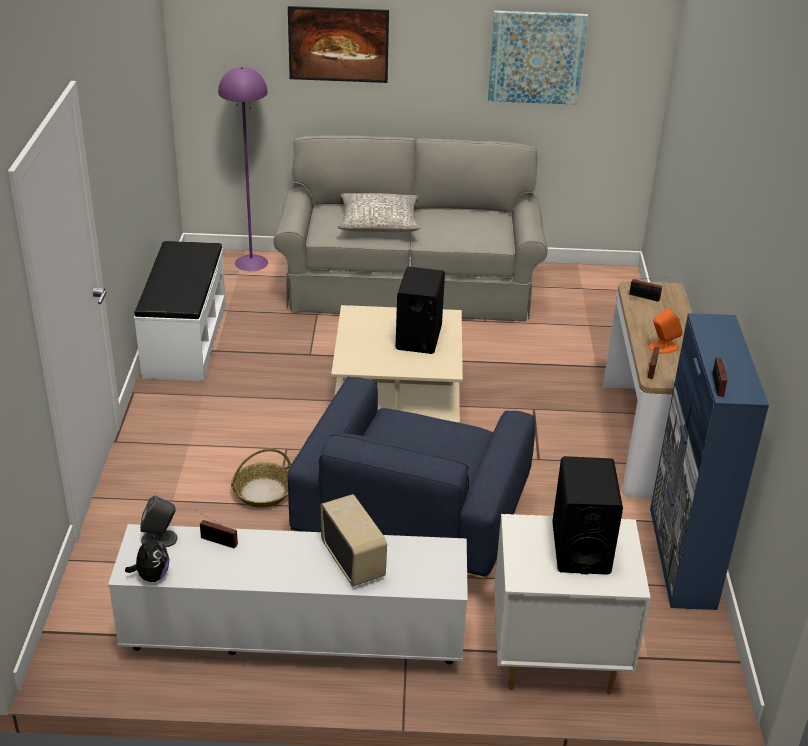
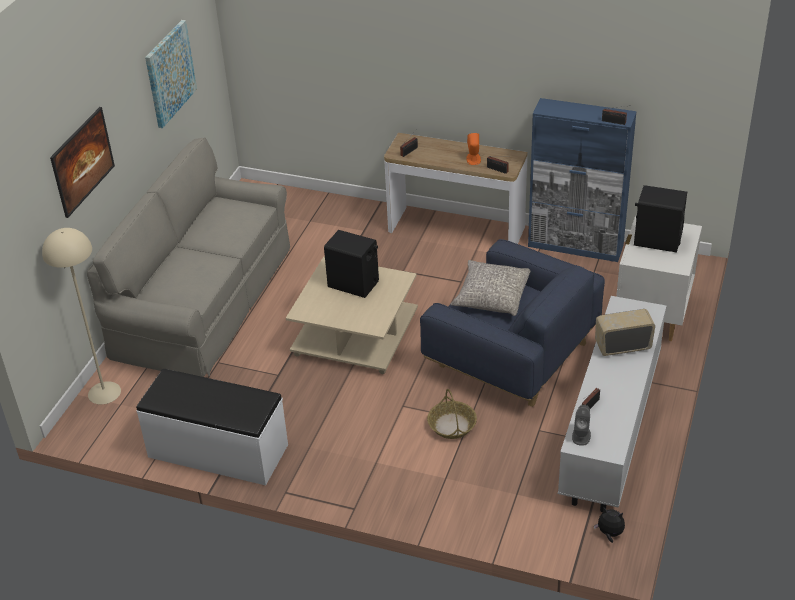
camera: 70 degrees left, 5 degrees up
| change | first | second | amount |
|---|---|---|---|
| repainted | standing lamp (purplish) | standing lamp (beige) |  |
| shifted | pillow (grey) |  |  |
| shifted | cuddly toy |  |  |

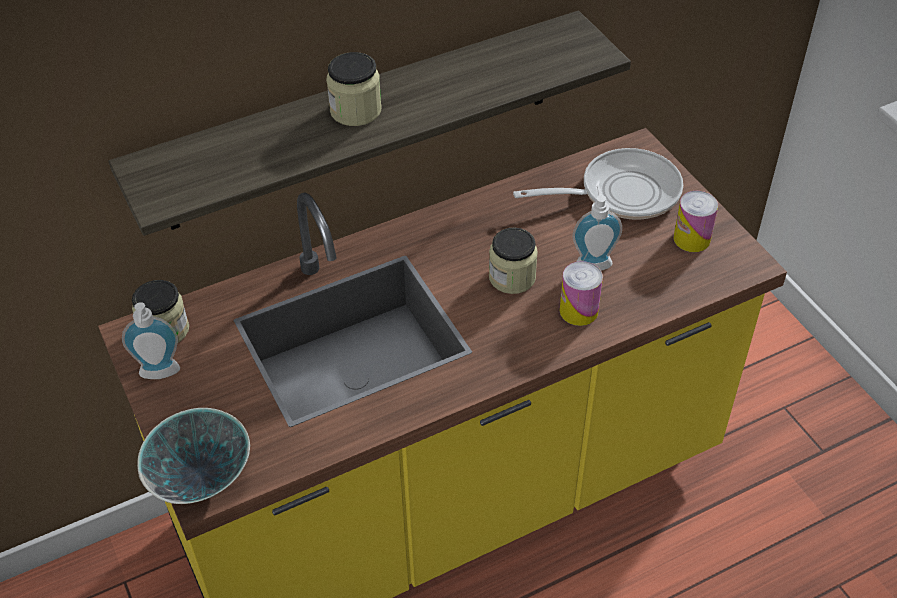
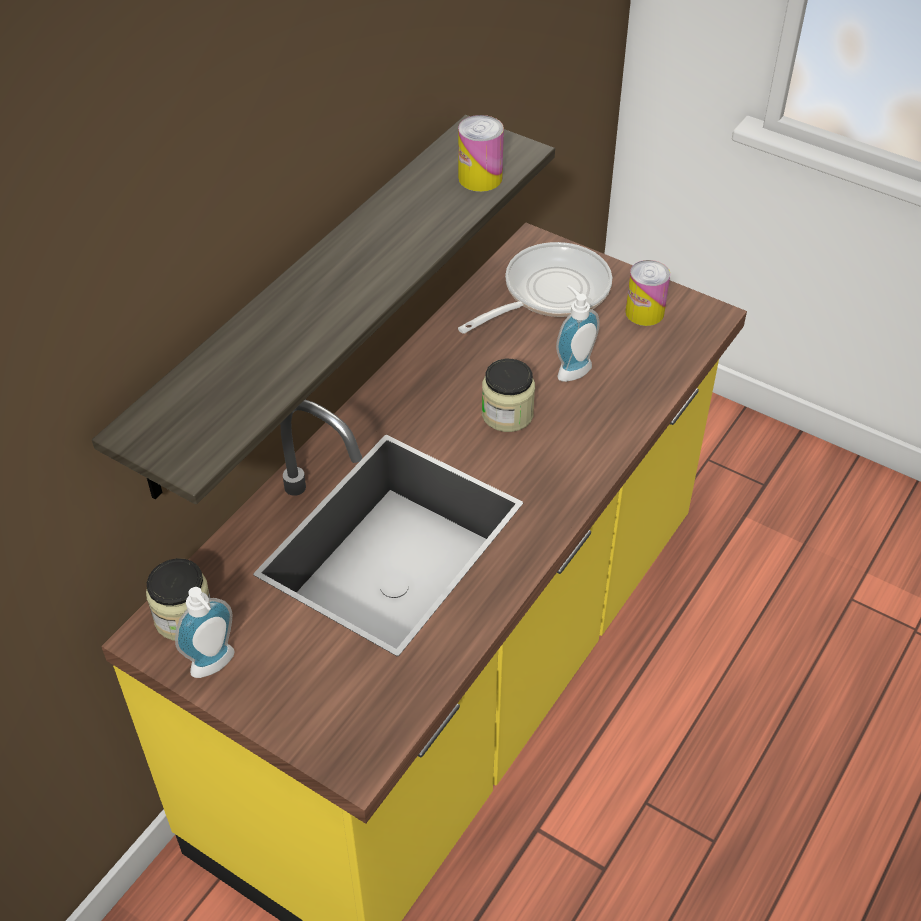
camera: 30 degrees left, 0 degrees up
| change | first | second | amount |
|---|---|---|---|
| gone | jar (no. 2 from left) |  |  |
| shifted | metal can (no. 1 from left) |  |  |
| gone | deep dish |  |  |

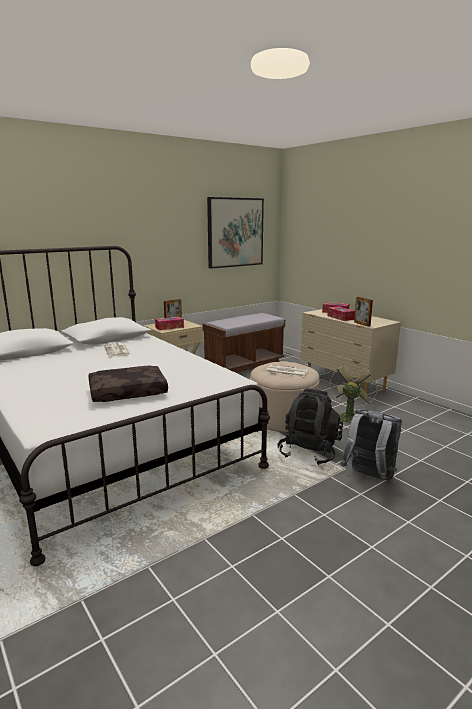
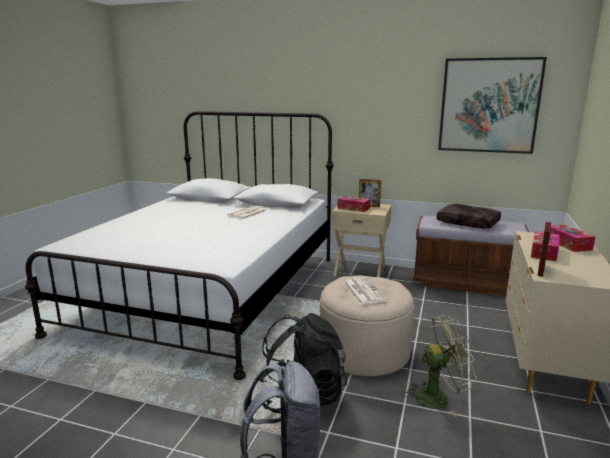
camera: 55 degrees right, 0 degrees up
| change | first | second | amount |
|---|---|---|---|
| shifted | pillow (brown-coloured) |  |  |

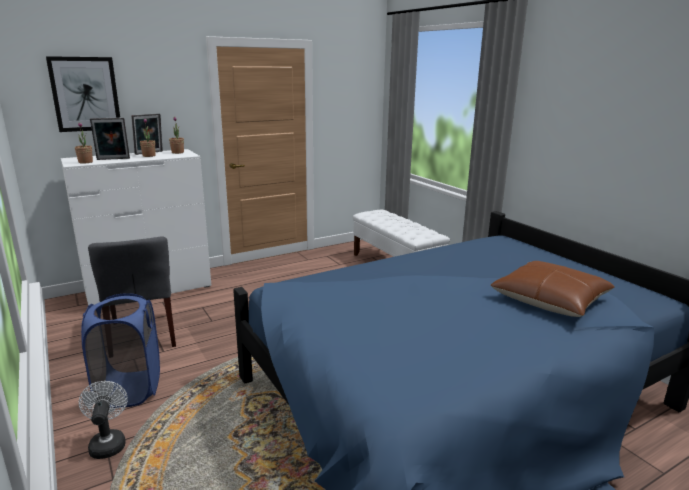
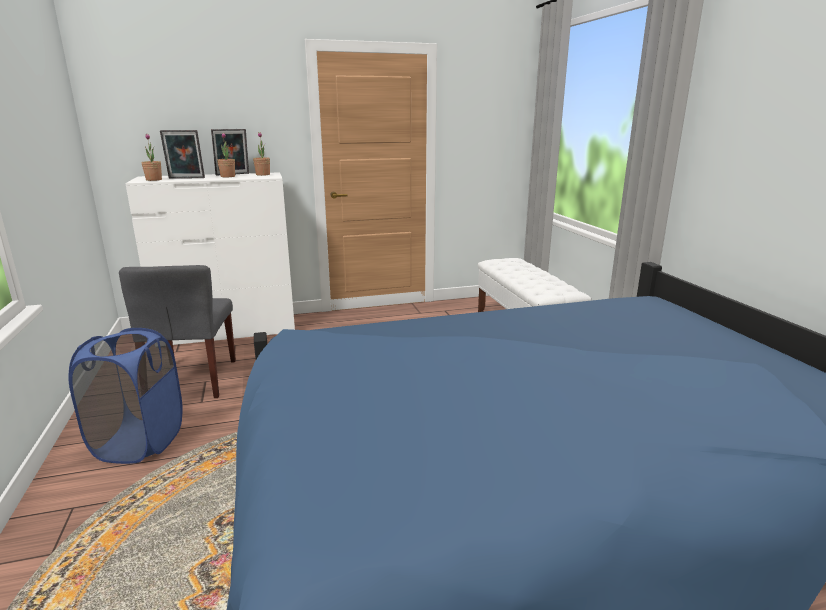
camera: 15 degrees right, 0 degrees up
| change | first | second | amount |
|---|---|---|---|
| gone | wall art |  |  |
| gone | pillow (brown-coloured) |  |  |
| gone | cooling fan (whitish) |  |  |

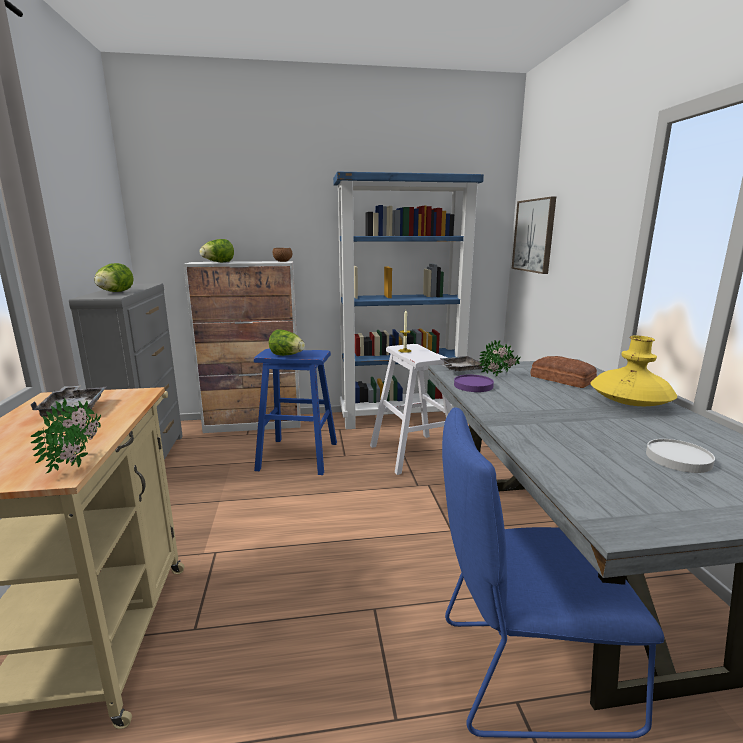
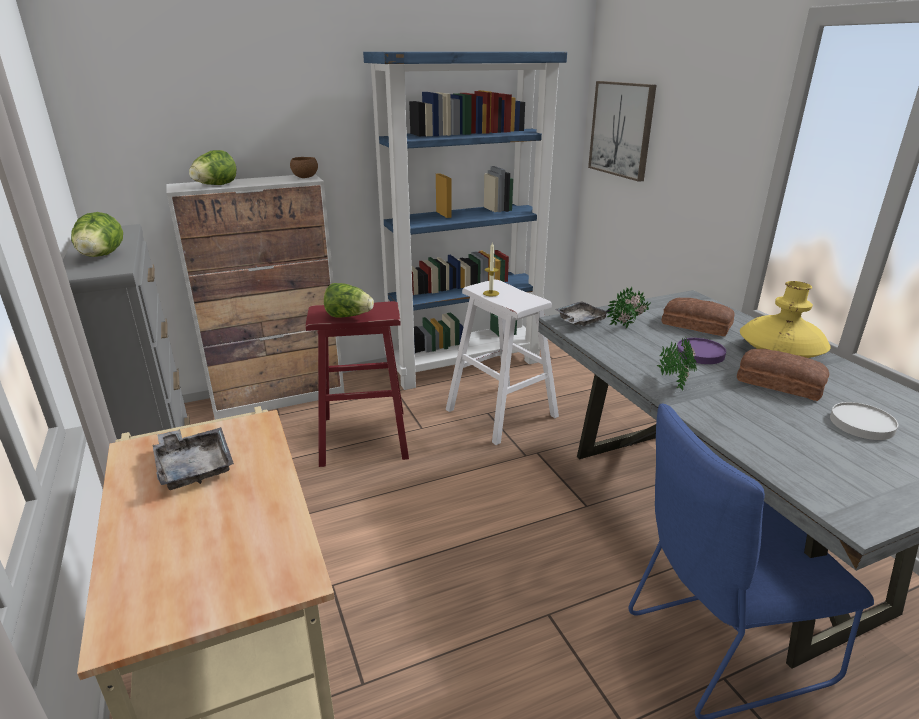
camera: 15 degrees left, 10 degrees up
| change | first | second | amount |
|---|---|---|---|
| repainted | stool (blue-coloured) | stool (red) |  |
| shifted | dinner plate (purplish) |  |  |
| shifted | houseplant (no. 1 from left in the first image) | houseplant (no. 2 from left) |  |
| new |  | bread (no. 2 from left) |  |

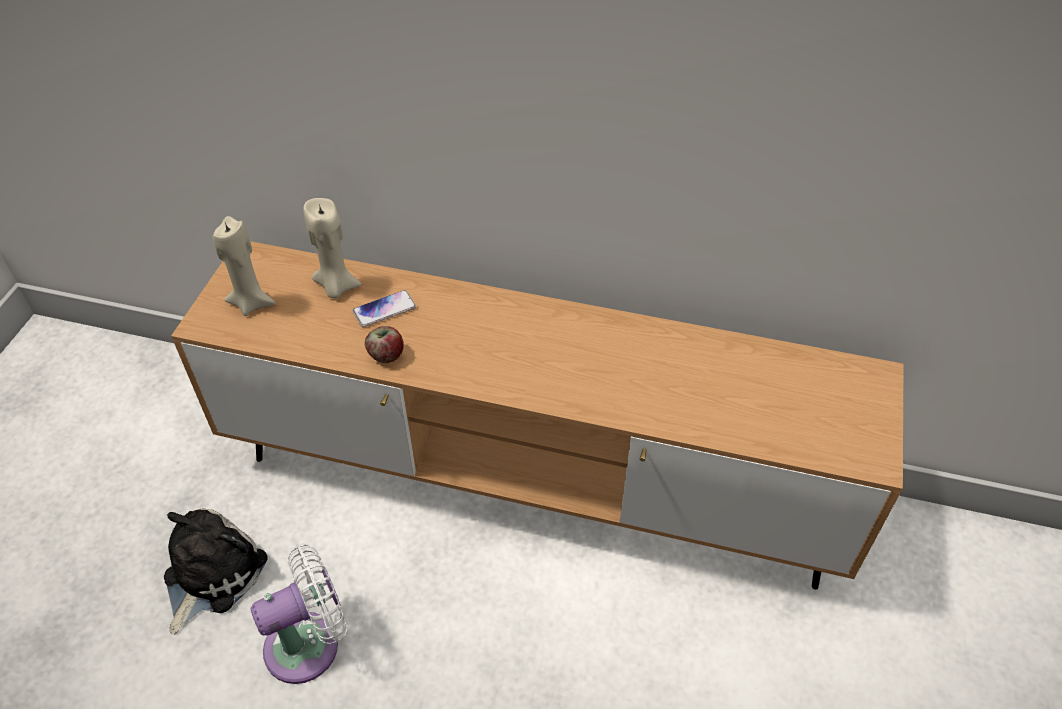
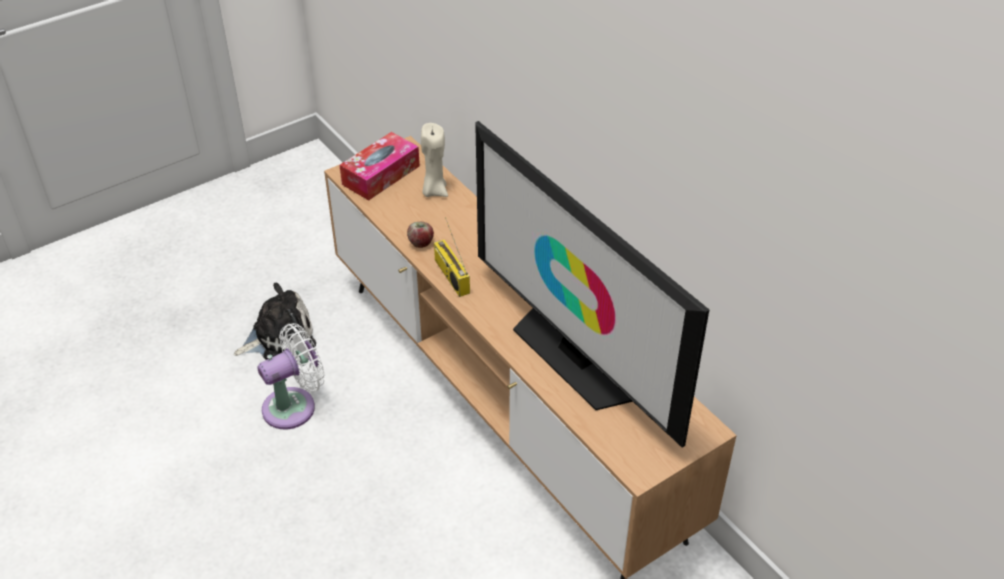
camera: 40 degrees right, 5 degrees down
| change | first | second | amount |
|---|---|---|---|
| swapped | wax candle (beige) (no. 1 from left) | tissue box |  |
| gone | phone |  |  |
| rotated | cooling fan (whitish) |  | 45 degrees counterclockwise |
| new |  | TV set |  |
| new |  | radio receiver |  |

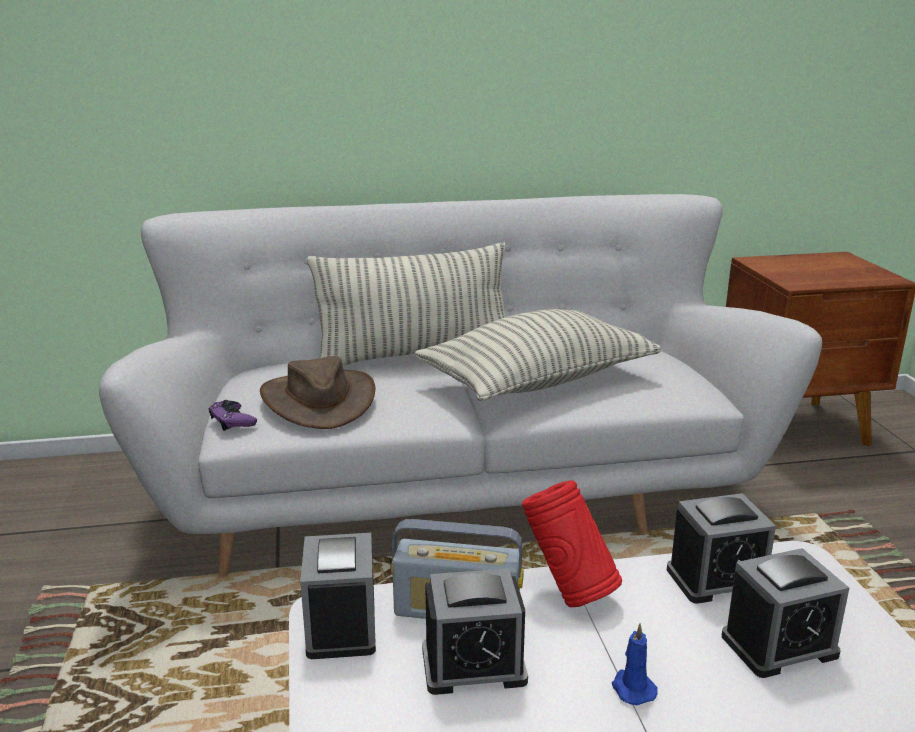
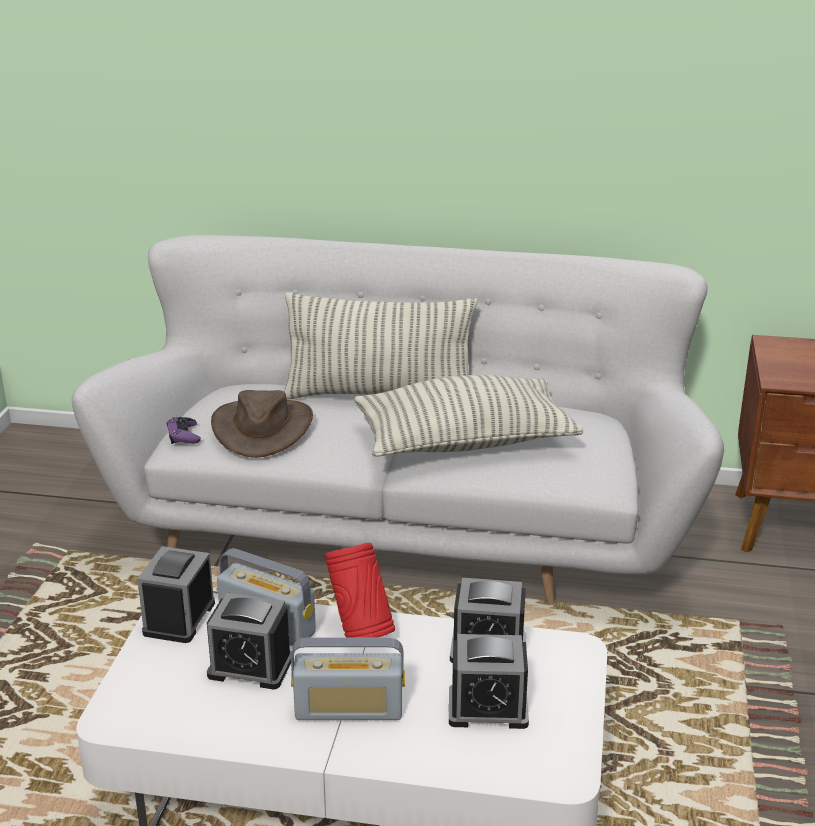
camera: 20 degrees right, 5 degrees up
| change | first | second | amount |
|---|---|---|---|
| swapped | wax candle (blue-coloured) | radio receiver (no. 2 from left) |  |

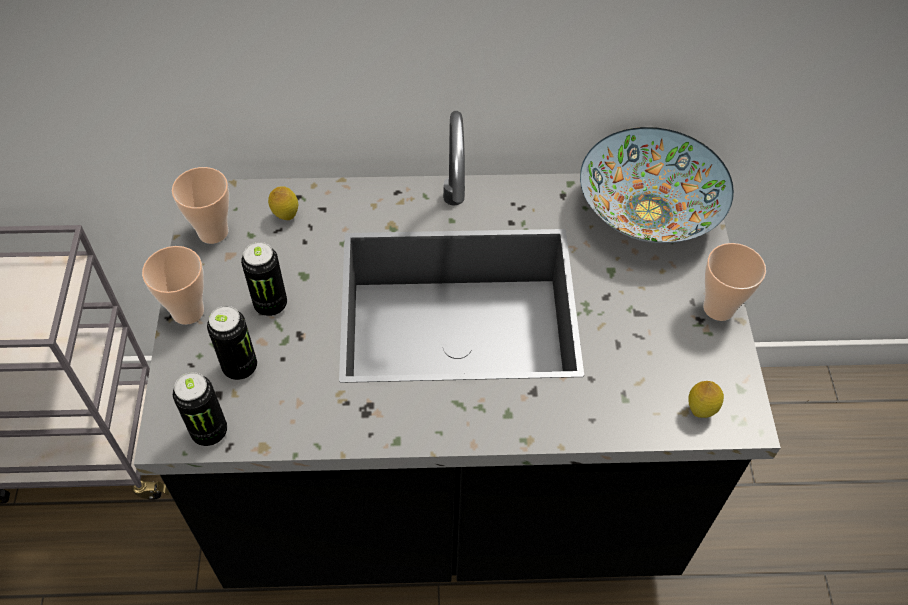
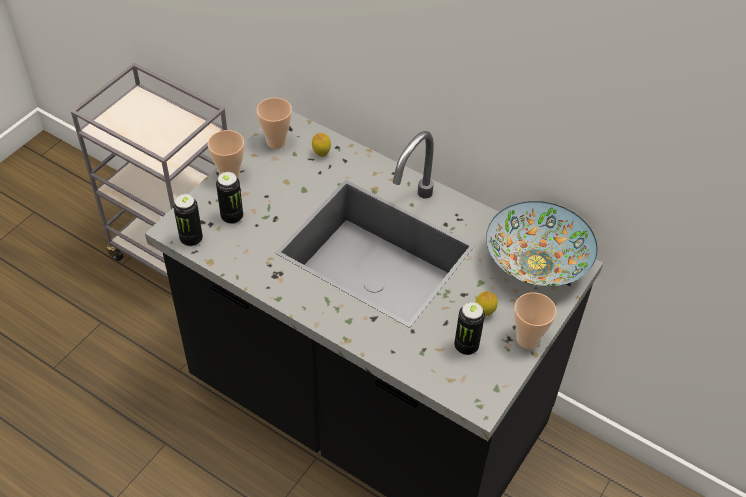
camera: 35 degrees right, 5 degrees down
| change | first | second | amount |
|---|---|---|---|
| shifted | metal can (no. 3 from left) |  |  |
| shifted | lemon (no. 2 from left) |  |  |

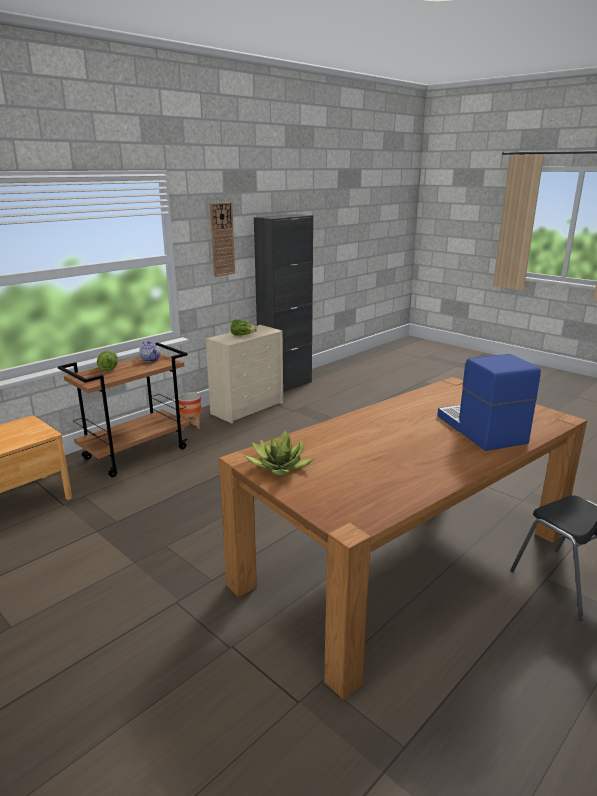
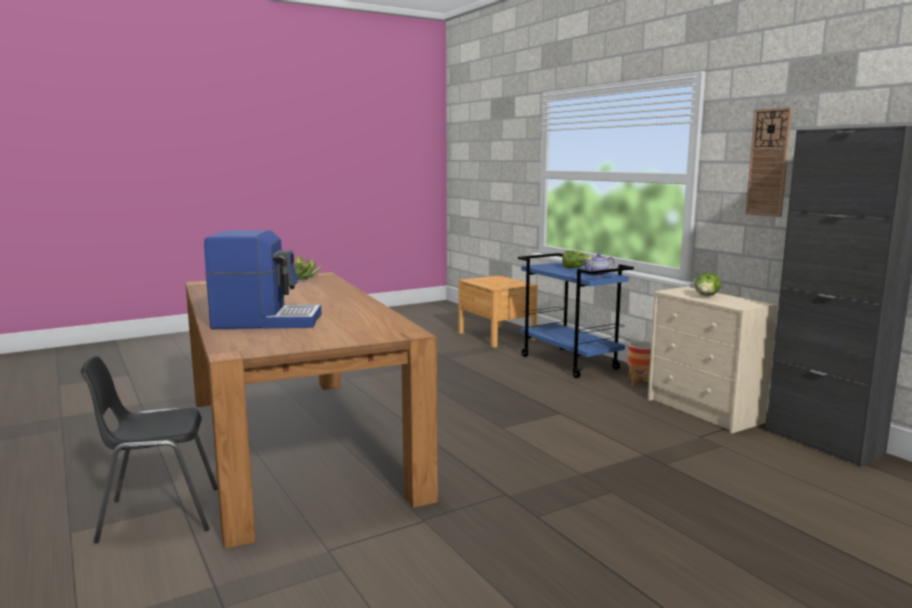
camera: 105 degrees right, 10 degrees down
| change | first | second | amount |
|---|---|---|---|
| repainted | cart (brown-coloured) | cart (blue-coloured) |  |

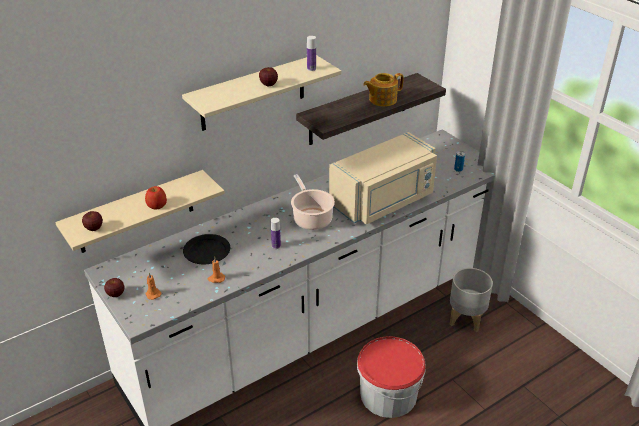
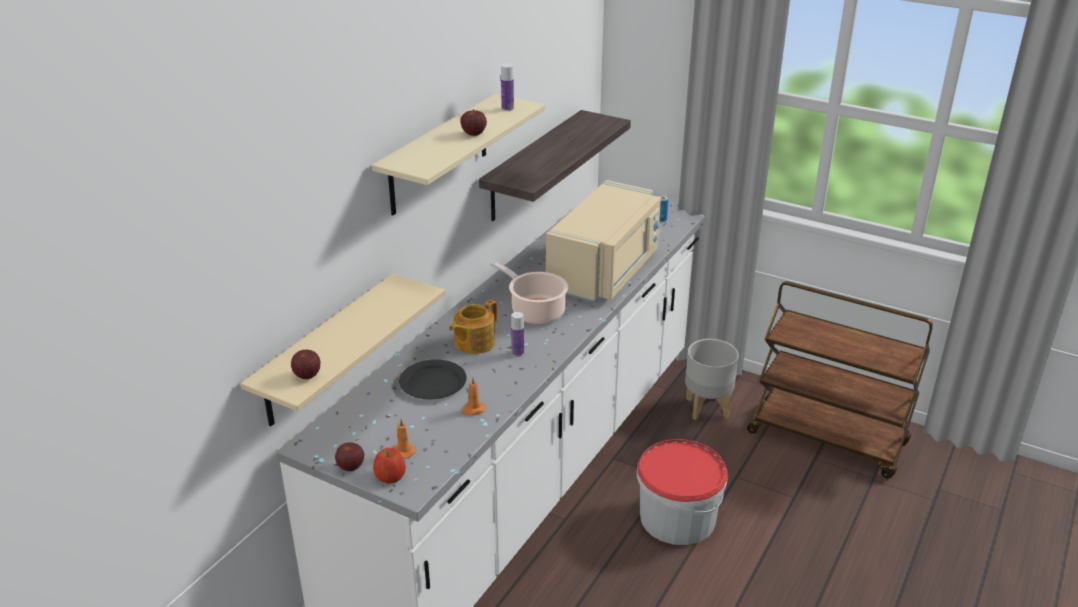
camera: 25 degrees left, 5 degrees down
| change | first | second | amount |
|---|---|---|---|
| shifted | pot for tea |  |  |
| shifted | apple fruit (no. 3 from left) |  |  |
| new |  | cart (brown-coloured) |  |

